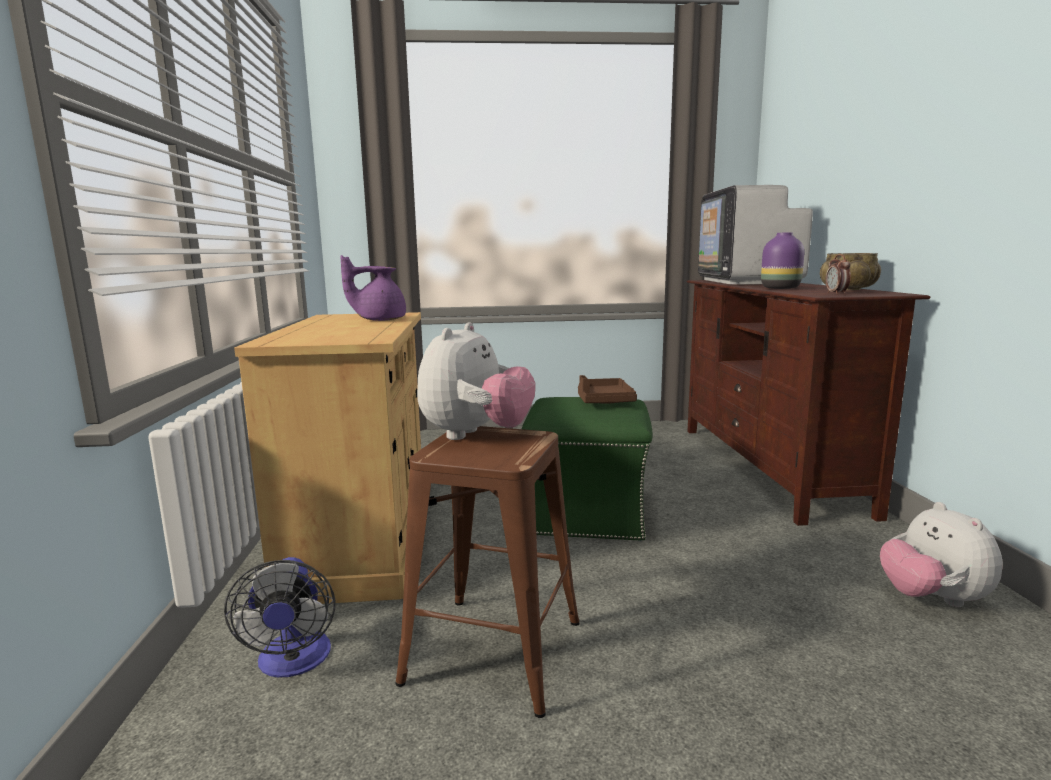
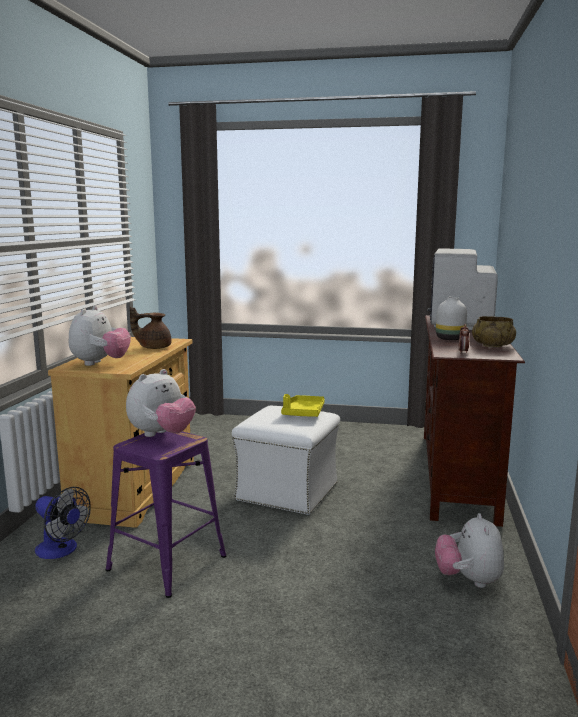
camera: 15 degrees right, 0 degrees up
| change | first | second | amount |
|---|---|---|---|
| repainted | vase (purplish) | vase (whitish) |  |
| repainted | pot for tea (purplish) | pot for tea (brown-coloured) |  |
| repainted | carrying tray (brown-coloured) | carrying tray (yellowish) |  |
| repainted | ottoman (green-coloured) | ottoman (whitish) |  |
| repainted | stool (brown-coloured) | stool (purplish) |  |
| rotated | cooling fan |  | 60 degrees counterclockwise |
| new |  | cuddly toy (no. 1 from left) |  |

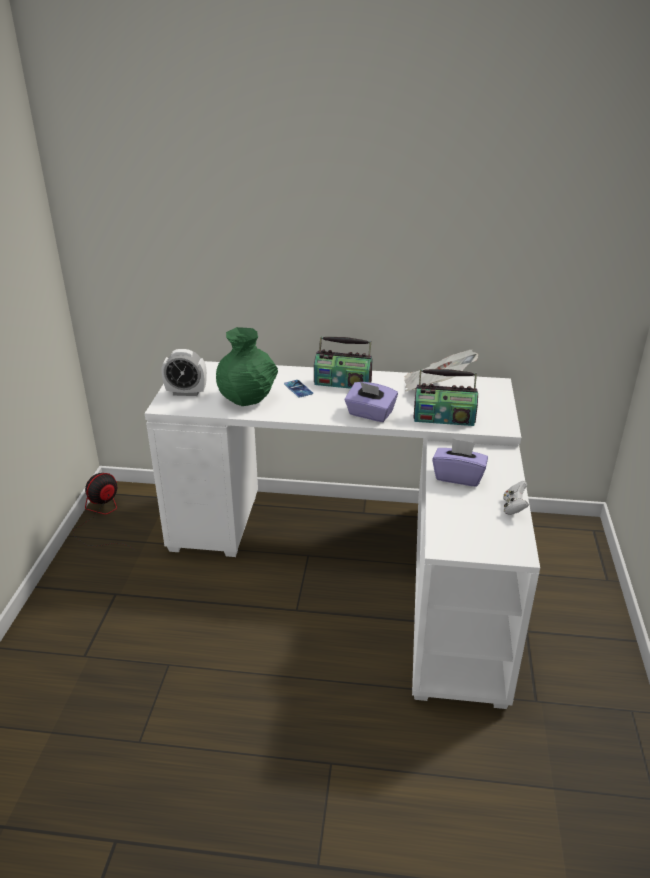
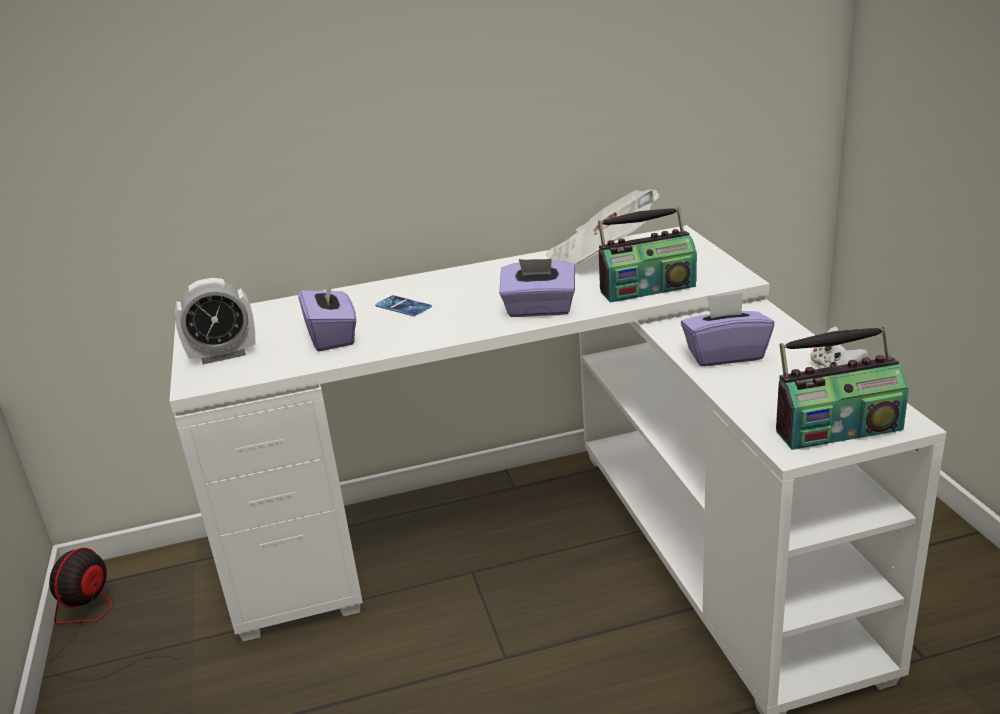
camera: 20 degrees left, 5 degrees down
| change | first | second | amount |
|---|---|---|---|
| swapped | vase (green-coloured) | tissue box (purplish) (no. 1 from left) |  |
| shifted | radio receiver (no. 1 from left in the first image) | radio receiver (no. 2 from left) |  |

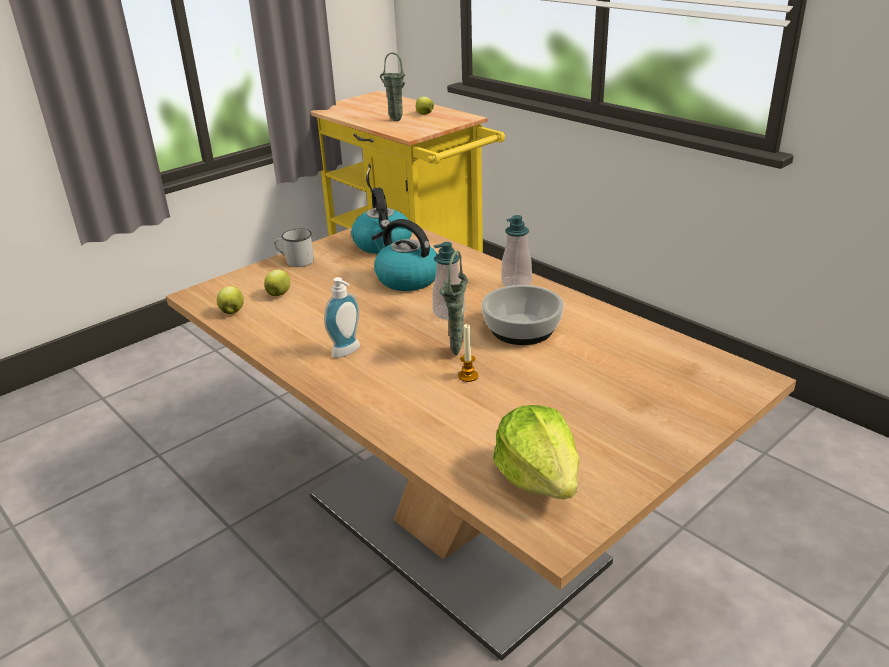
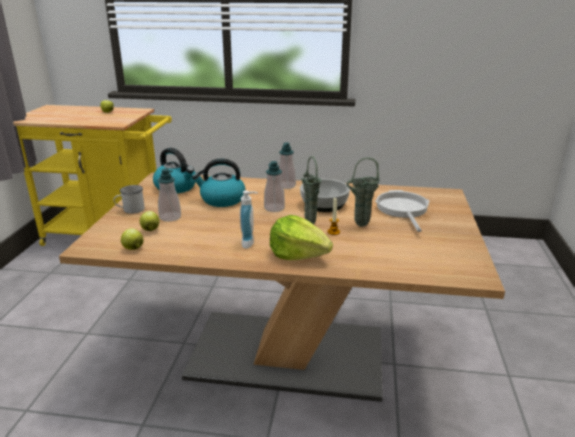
camera: 40 degrees left, 5 degrees down
| change | first | second | amount |
|---|---|---|---|
| shifted | vase (green-coloured) (no. 1 from left in the first image) | vase (green-coloured) (no. 2 from left) |  |
| shifted | lettuce |  |  |
| new |  | liquid soap bottle (no. 1 from left) |  |
| new |  | pan |  |

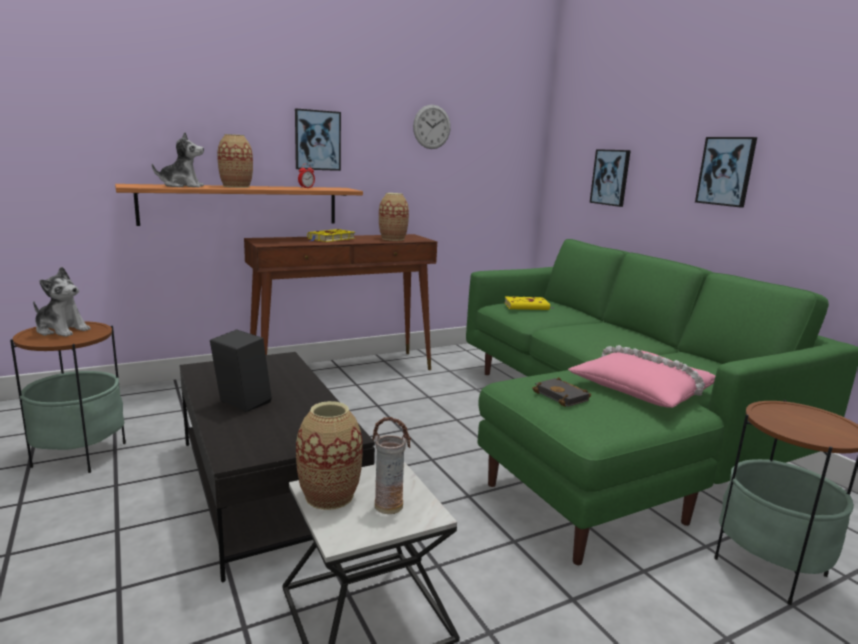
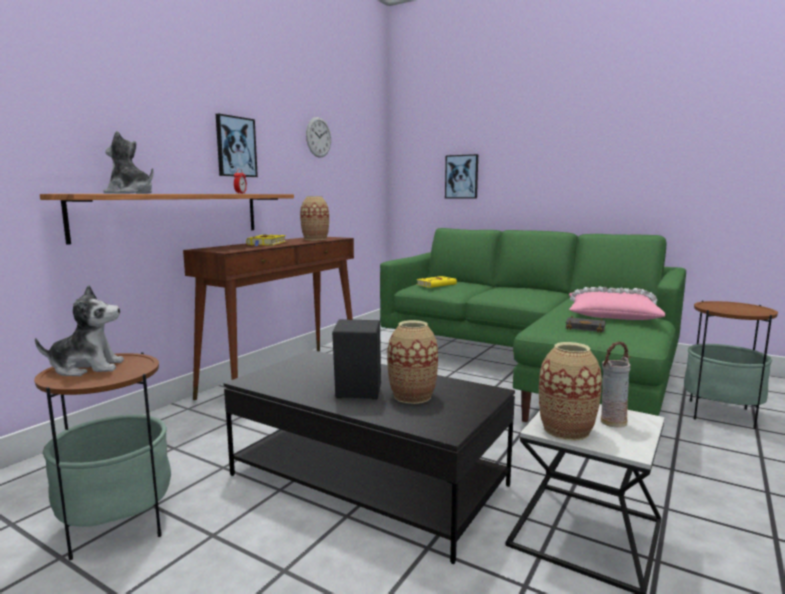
camera: 30 degrees left, 5 degrees down
| change | first | second | amount |
|---|---|---|---|
| rotated | cuddly toy (no. 2 from left) |  | 120 degrees counterclockwise |
| shifted | vase (no. 1 from left in the first image) | vase (no. 2 from left) |  |
| gone | wall art (no. 3 from left) |  |  |

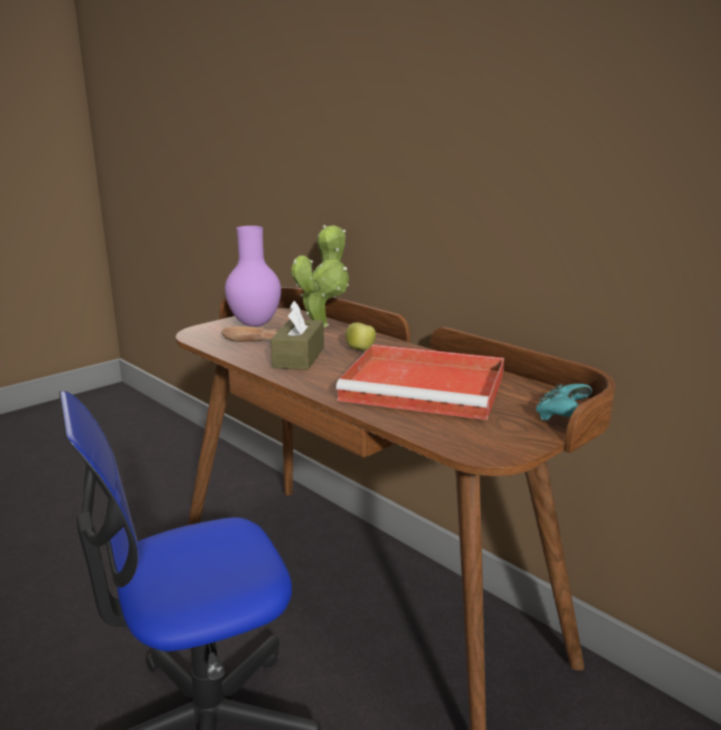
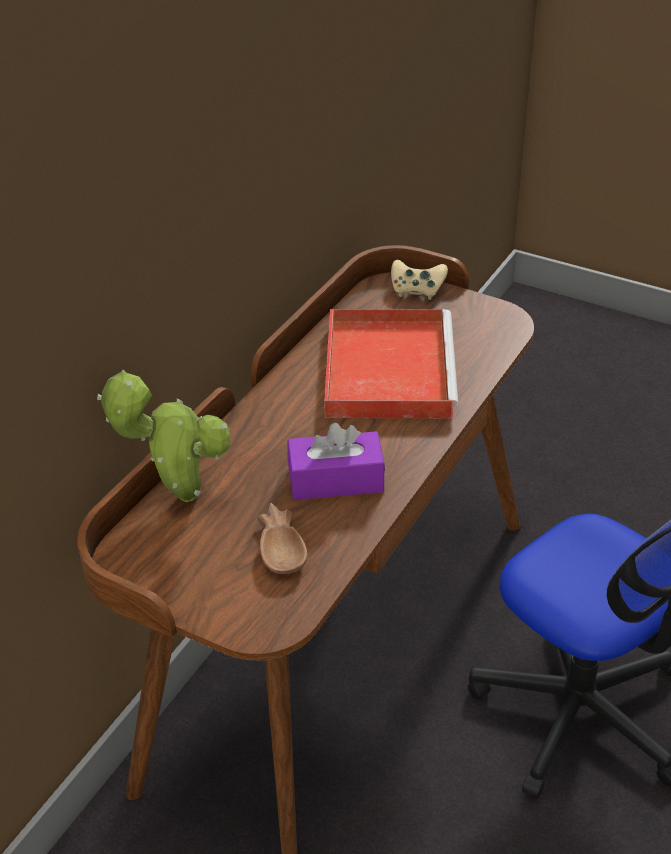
camera: 105 degrees left, 20 degrees up
| change | first | second | amount |
|---|---|---|---|
| gone | vase (purplish) |  |  |
| repainted | tissue box (brown-coloured) | tissue box (purplish) |  |
| gone | apple fruit |  |  |
| repainted | gamepad (blue-green) | gamepad (beige) |  |

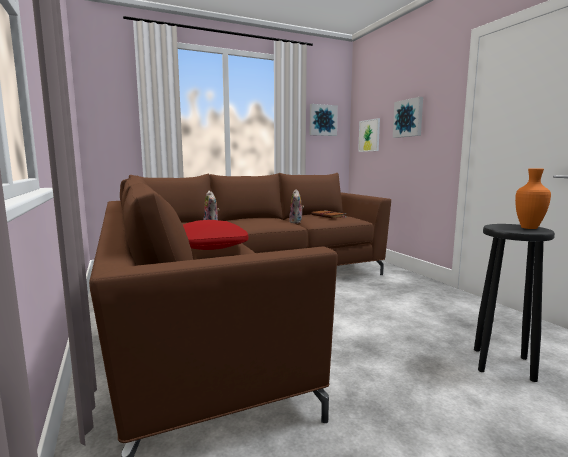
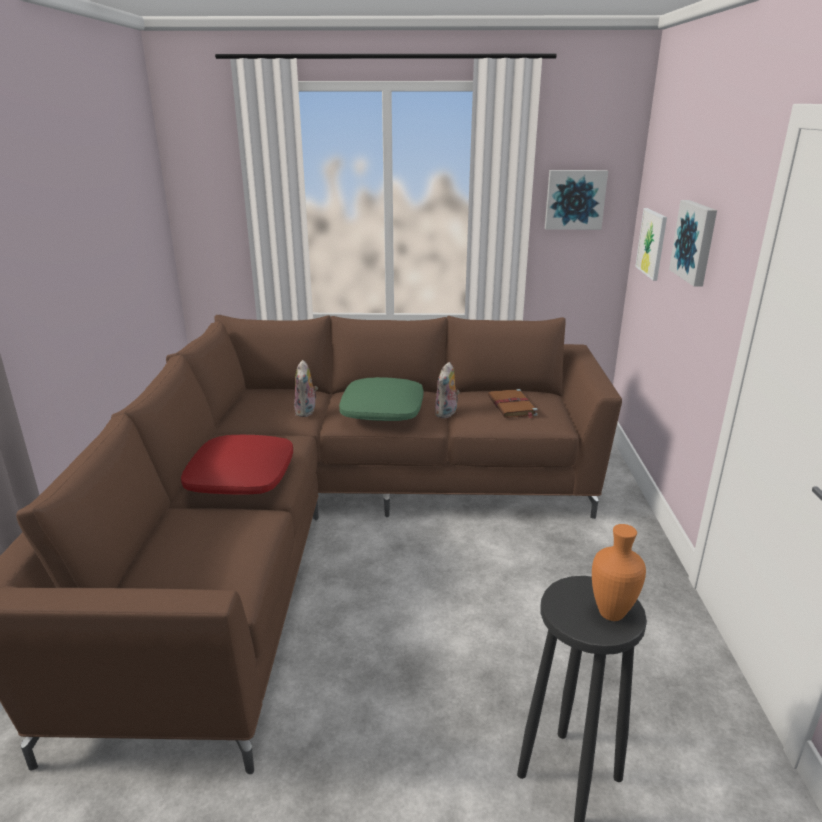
camera: 25 degrees right, 15 degrees up
| change | first | second | amount |
|---|---|---|---|
| new |  | pillow (green-coloured) |  |

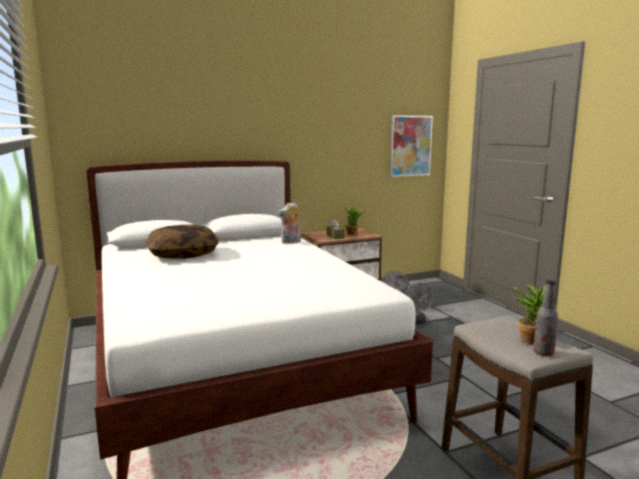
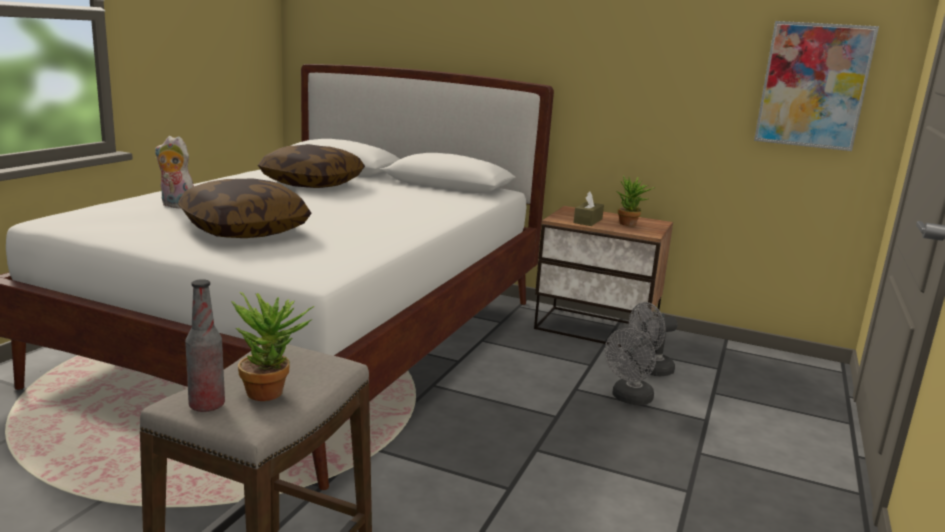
camera: 45 degrees right, 5 degrees up
| change | first | second | amount |
|---|---|---|---|
| shifted | cuddly toy |  |  |
| new |  | pillow (no. 1 from left) |  |

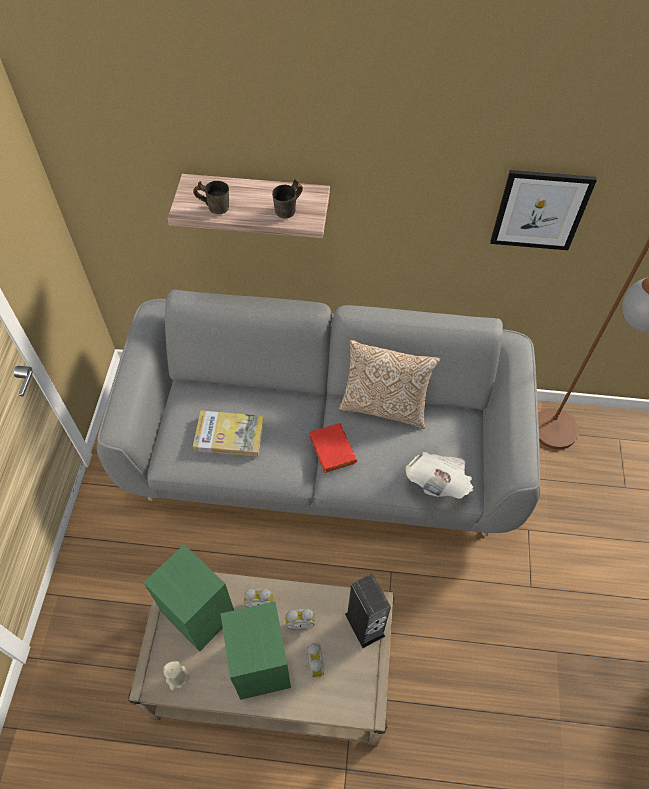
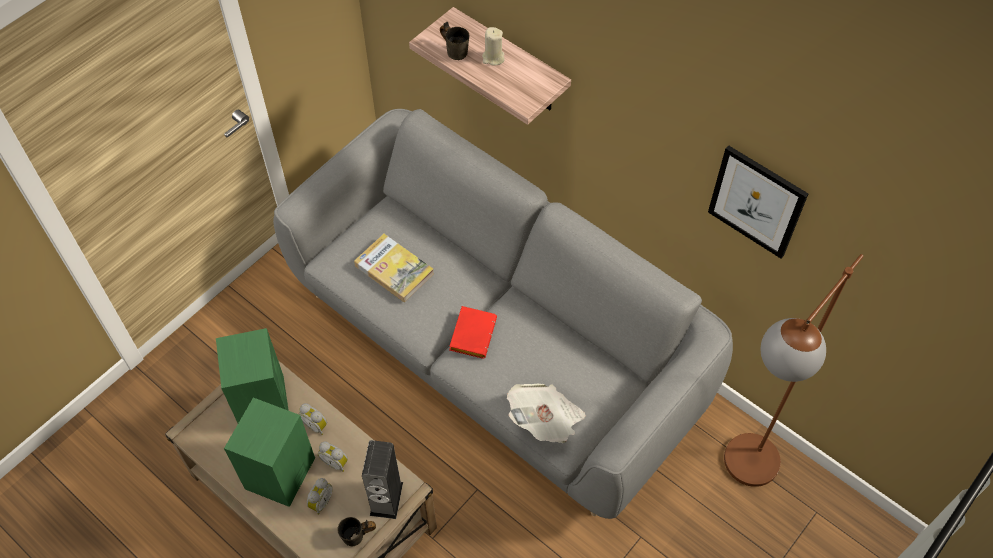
camera: 35 degrees right, 0 degrees up
| change | first | second | amount |
|---|---|---|---|
| shifted | mug (grey) (no. 2 from left in the first image) | mug (grey) (no. 1 from left) |  |
| gone | pillow |  |  |
| shifted | wax candle (beige) |  |  |

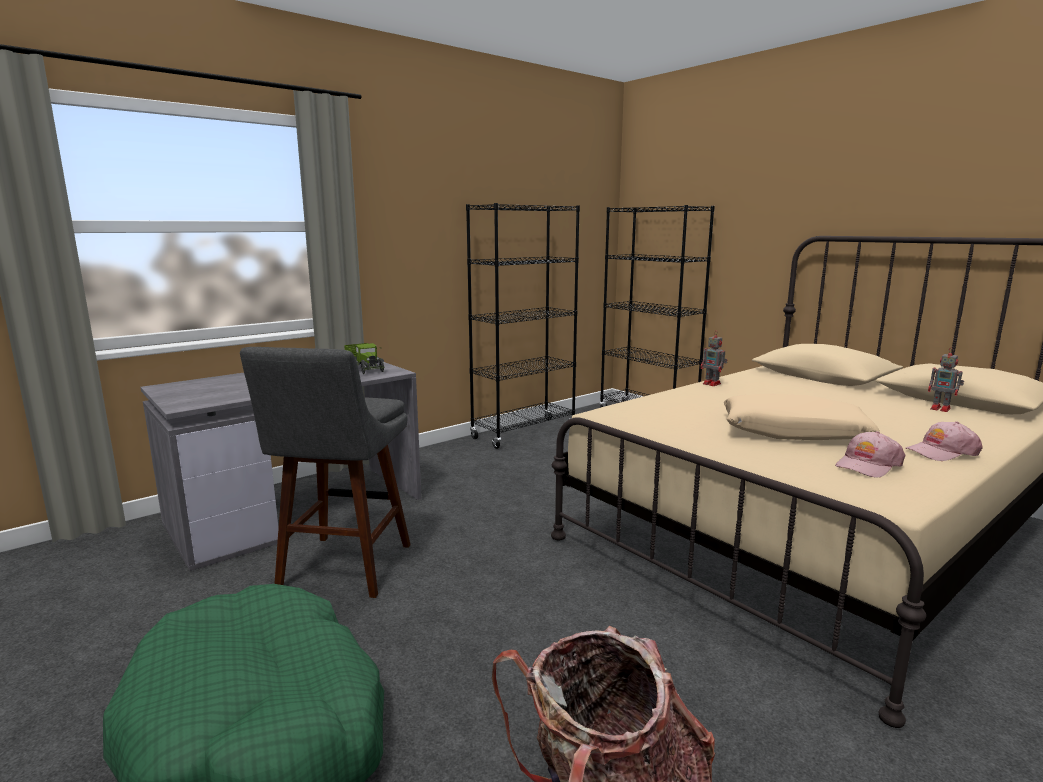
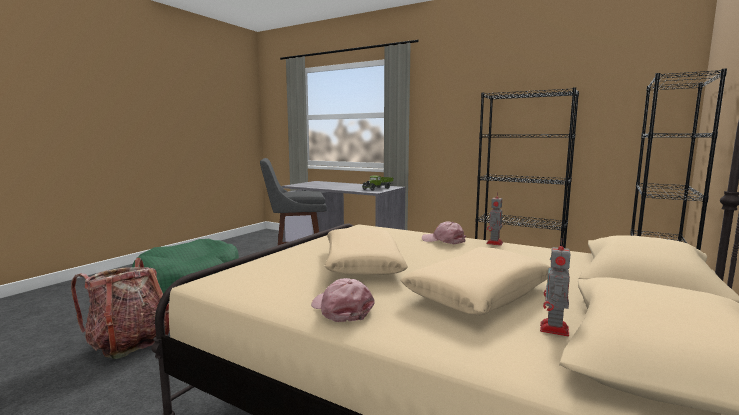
camera: 70 degrees right, 5 degrees down
| change | first | second | amount |
|---|---|---|---|
| shifted | peaked cap (pinkish) (no. 1 from left in the first image) | peaked cap (pinkish) (no. 2 from left) |  |
| new |  | pillow (beige) (no. 2 from left) |  |

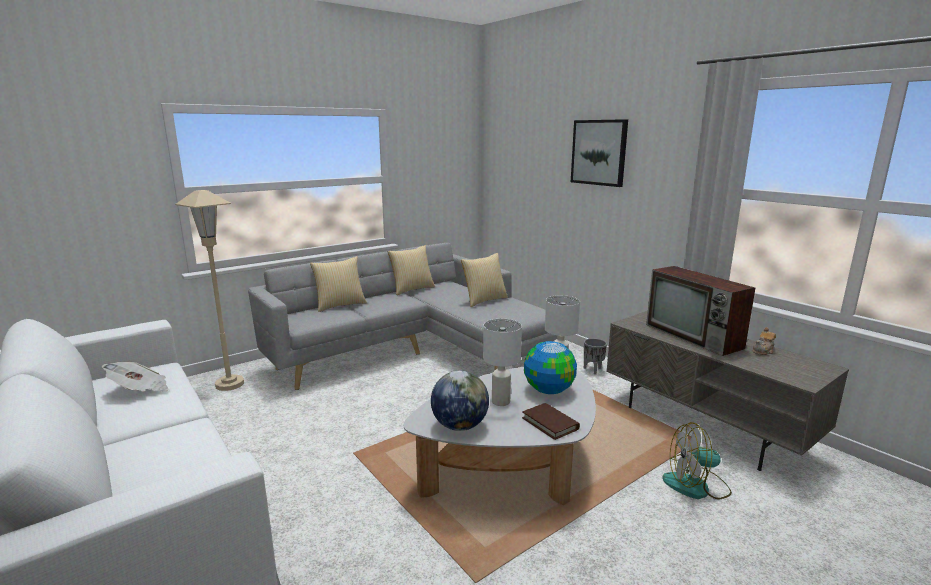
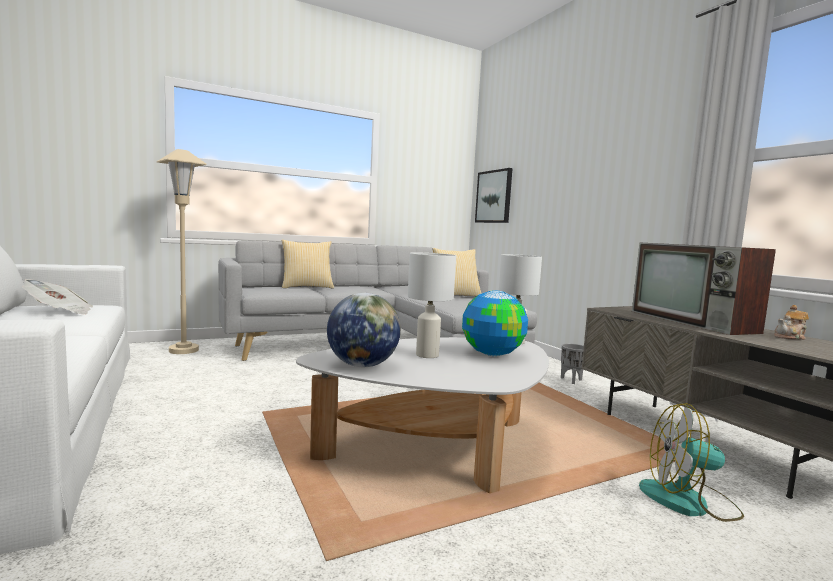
camera: 10 degrees right, 10 degrees down
| change | first | second | amount |
|---|---|---|---|
| shifted | wall art |  |  |
| gone | pillow (no. 2 from left) |  |  |
| gone | book (brown-coloured) |  |  |

